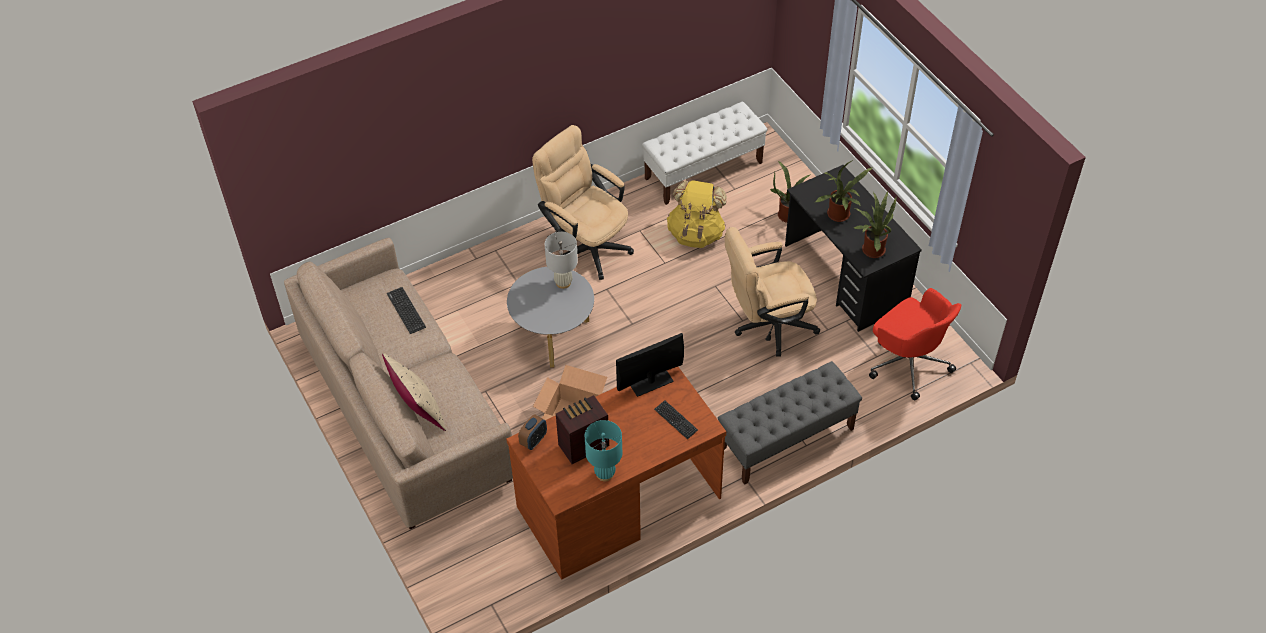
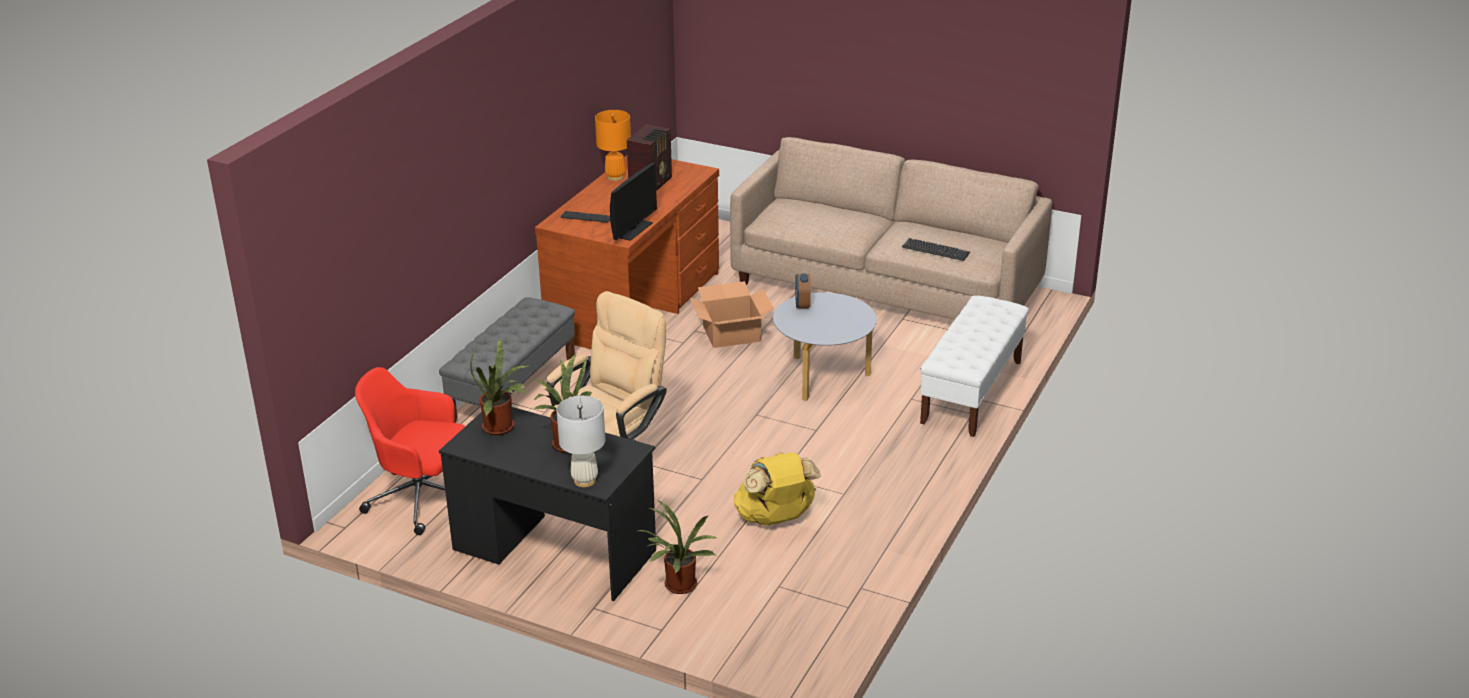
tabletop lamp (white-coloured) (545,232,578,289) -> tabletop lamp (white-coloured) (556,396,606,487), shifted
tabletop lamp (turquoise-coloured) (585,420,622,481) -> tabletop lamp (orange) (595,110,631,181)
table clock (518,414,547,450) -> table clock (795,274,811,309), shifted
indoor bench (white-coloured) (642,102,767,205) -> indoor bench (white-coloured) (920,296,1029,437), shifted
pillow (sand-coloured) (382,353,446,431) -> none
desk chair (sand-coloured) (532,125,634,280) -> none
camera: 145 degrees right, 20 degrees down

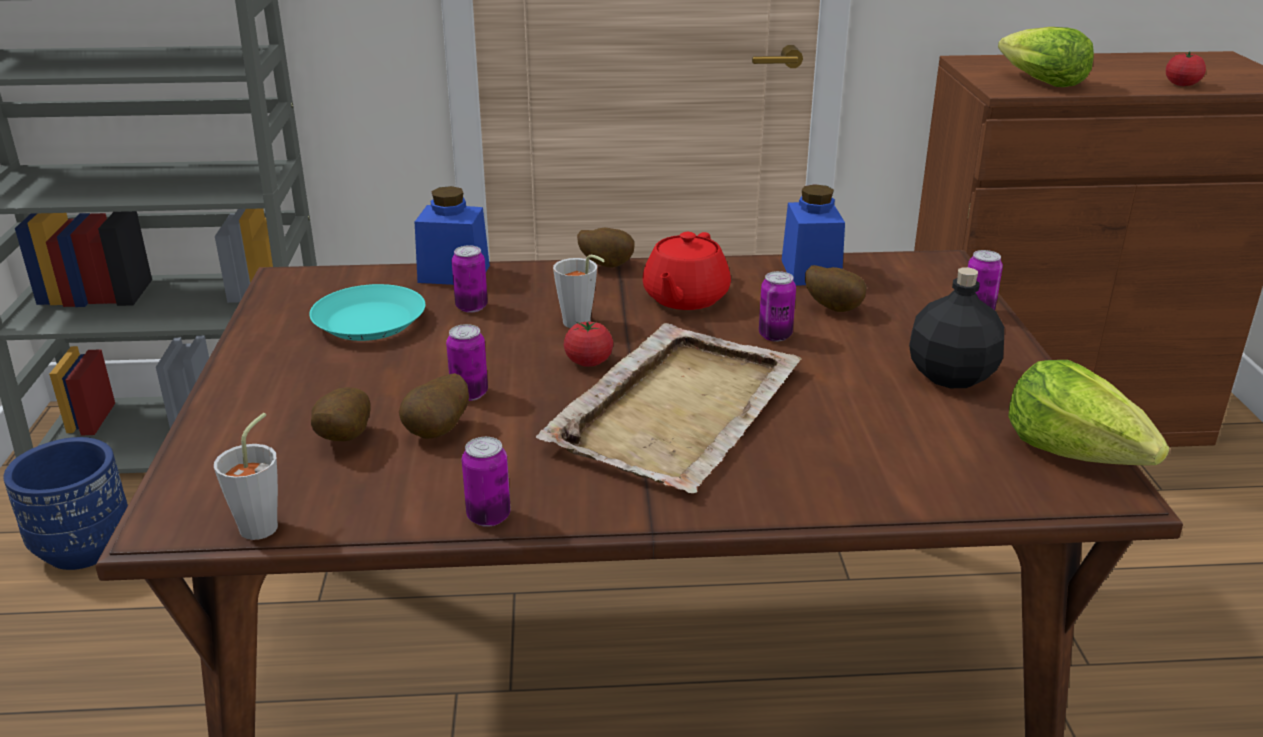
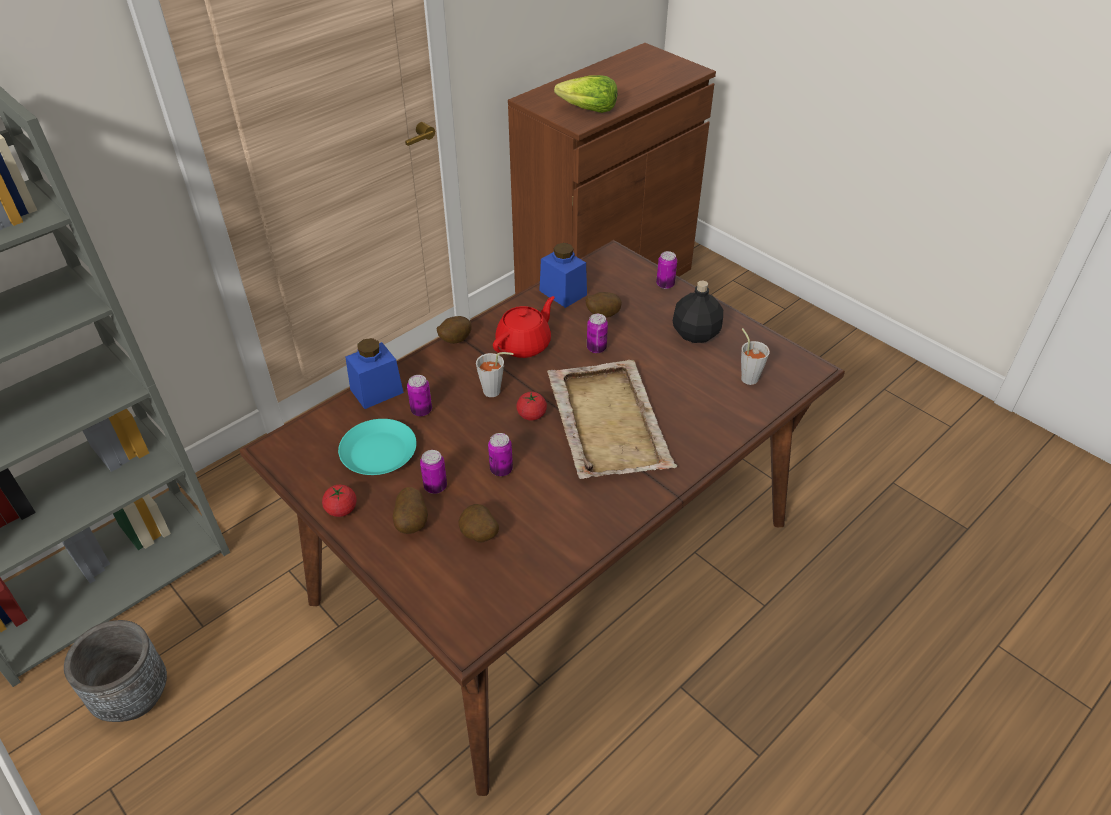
flower pot (blue) (3,437,128,570) -> flower pot (gray) (64,620,167,722)
fresh tomato (1166,51,1206,86) -> fresh tomato (322,485,357,517), shifted
spud (399,373,469,439) -> spud (393,487,428,534), shifted
can (462,437,511,527) -> can (420,450,447,494), shifted
pot for tea (red-coloured) (643,232,731,310) -> pot for tea (red-coloured) (493,296,555,358), 120 degrees counterclockwise
cup (gray) (214,413,278,540) -> cup (gray) (741,328,770,385), shifted
head of lettuce (1008,360,1169,465) -> none
camera: 40 degrees left, 15 degrees up

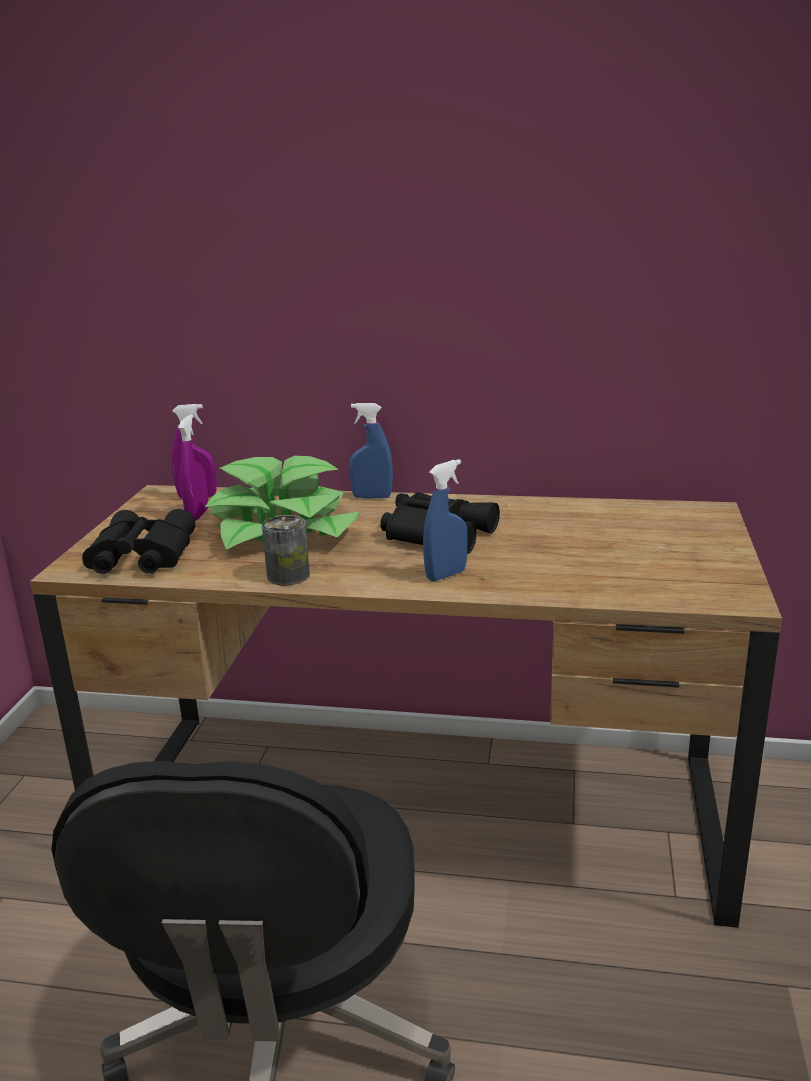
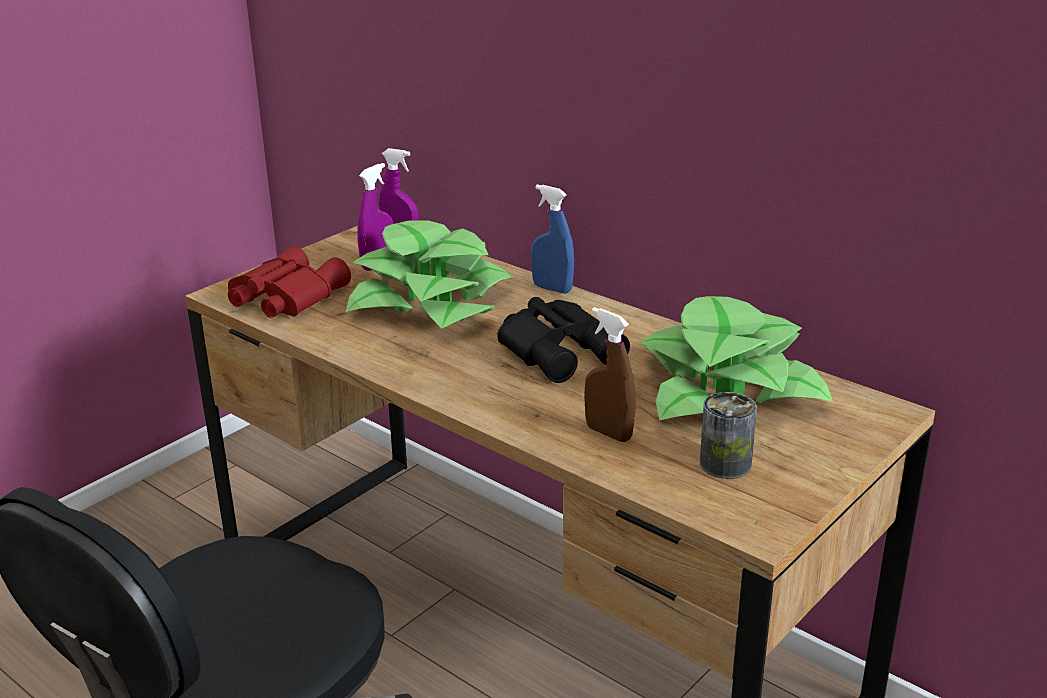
pair of binoculars (black) (82,509,195,574) -> pair of binoculars (red-coloured) (228,246,351,318)
none -> hand sprayer (brownish) (584,307,636,442)
none -> houseplant (638,296,833,421)
can (262,515,310,585) -> can (700,392,757,479), shifted
hand sprayer (blue) (423,459,468,581) -> none
camera: 30 degrees right, 5 degrees up

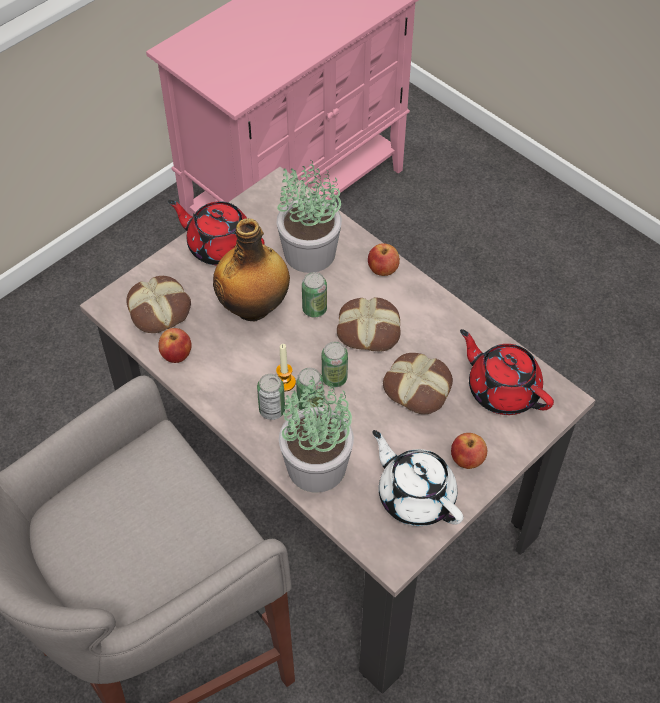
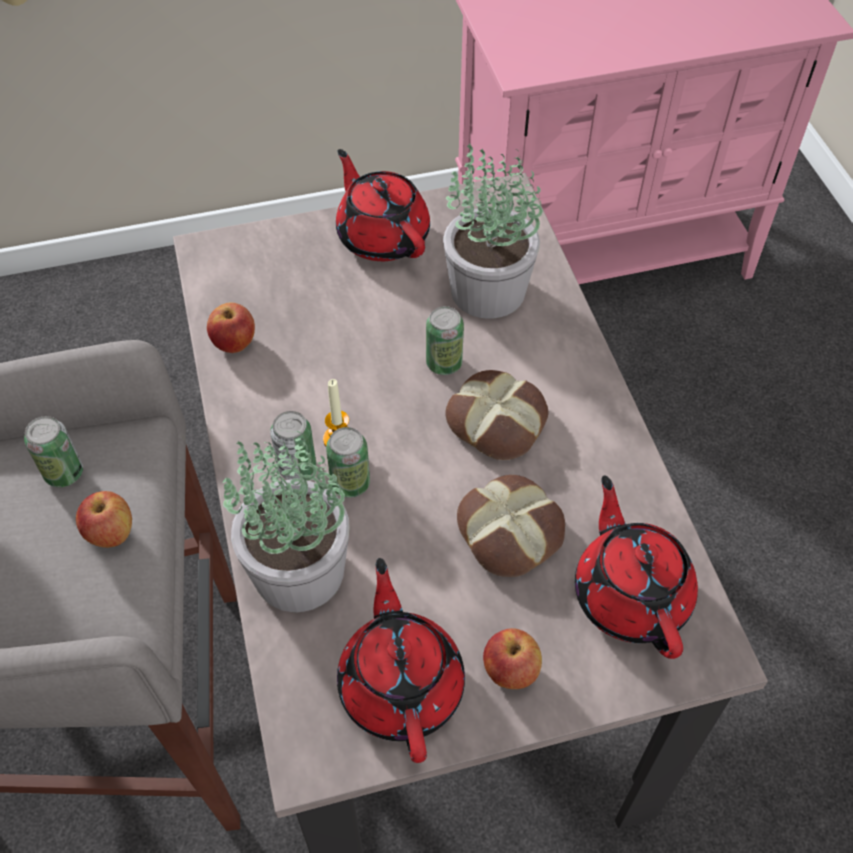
can (322,342,348,388) -> can (24,416,83,487), shifted
whole apple (368,243,400,276) -> whole apple (76,491,132,548), shifted
pot for tea (white-coloured) (372,430,464,526) -> pot for tea (red-coloured) (337,558,465,763)
bread (127,276,191,333) -> none
beverage bottle (213,218,290,321) -> none
camera: 30 degrees right, 0 degrees up

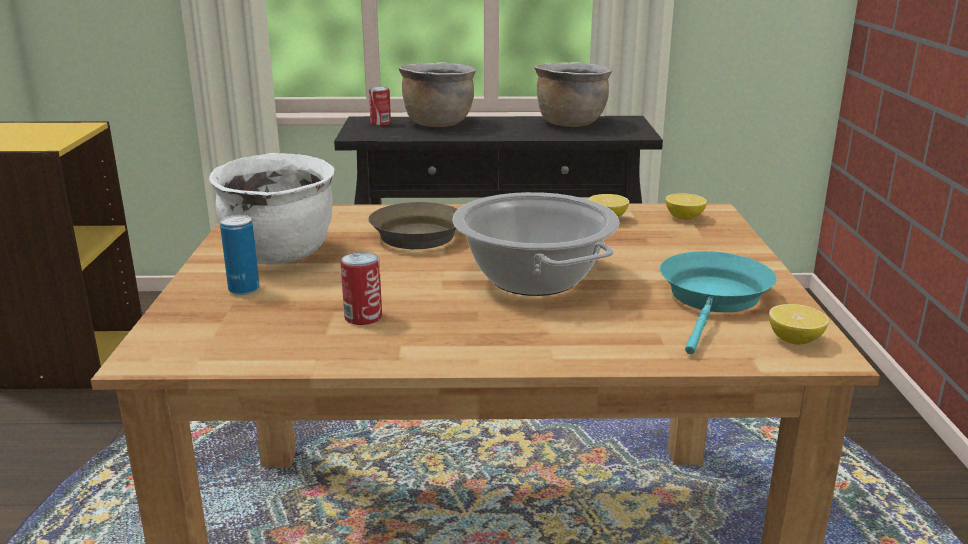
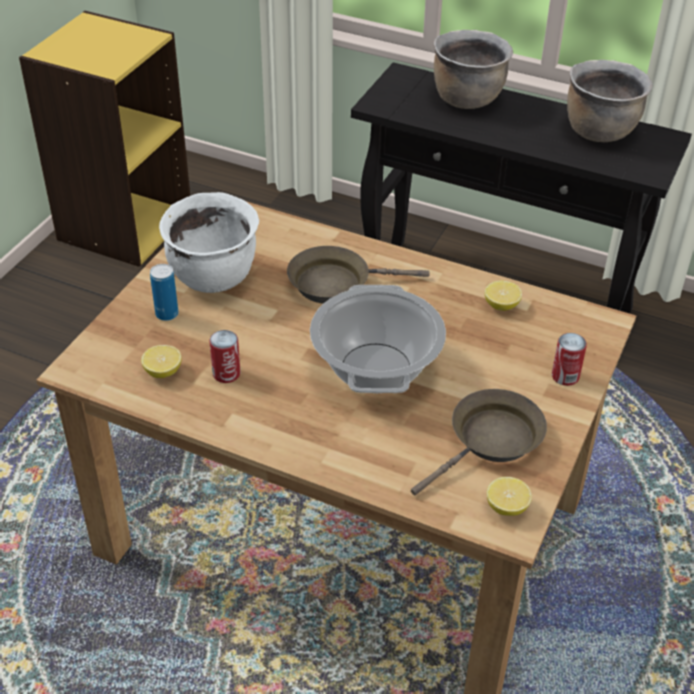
citrus fruit (666,193,707,220) -> citrus fruit (141,345,182,378), shifted
pan (turquoise-coloured) (660,251,777,354) -> pan (brownish) (411,389,547,495)
can (369,87,391,125) -> can (552,333,587,386), shifted
camera: 25 degrees right, 20 degrees up

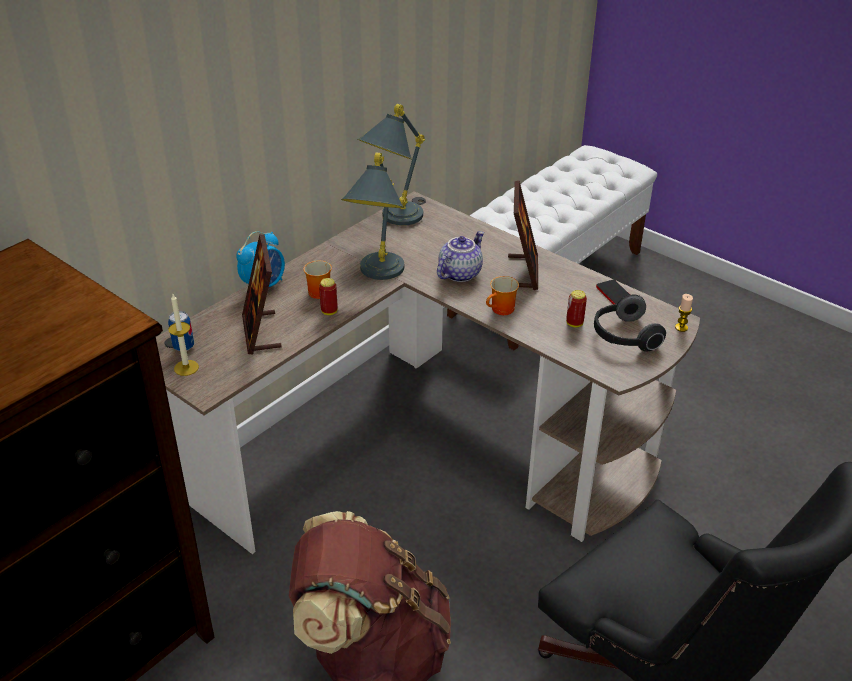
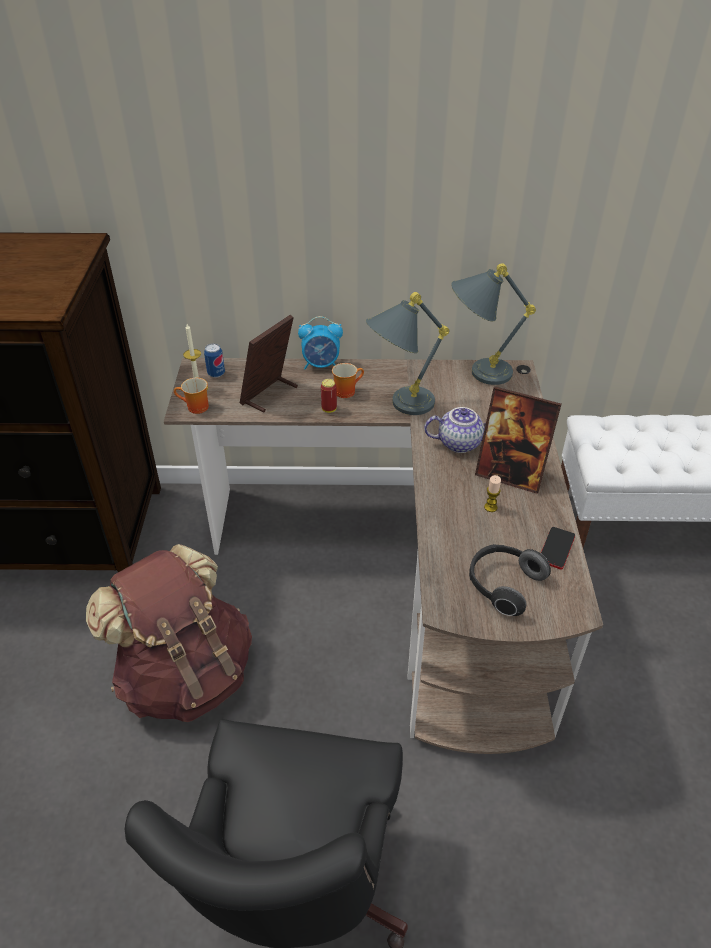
coffee mug (486,276,519,315) -> coffee mug (174,378,209,414), shifted
picture frame (508,181,538,290) -> picture frame (475,386,561,494), 60 degrees clockwise
wax light (675,294,693,332) -> wax light (484,475,501,512), shifted
can (566,290,587,328) -> none
camera: 50 degrees right, 5 degrees up

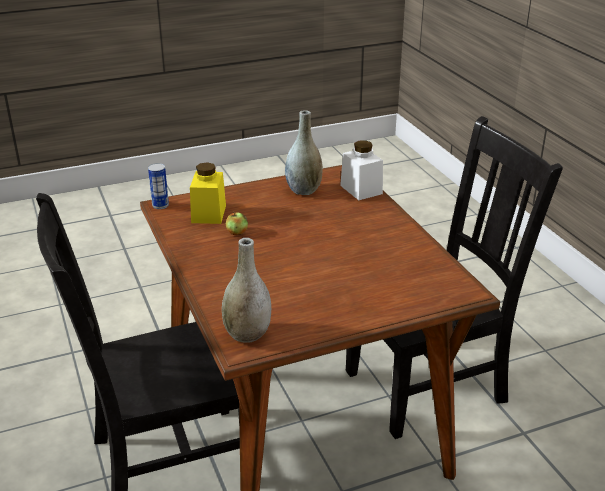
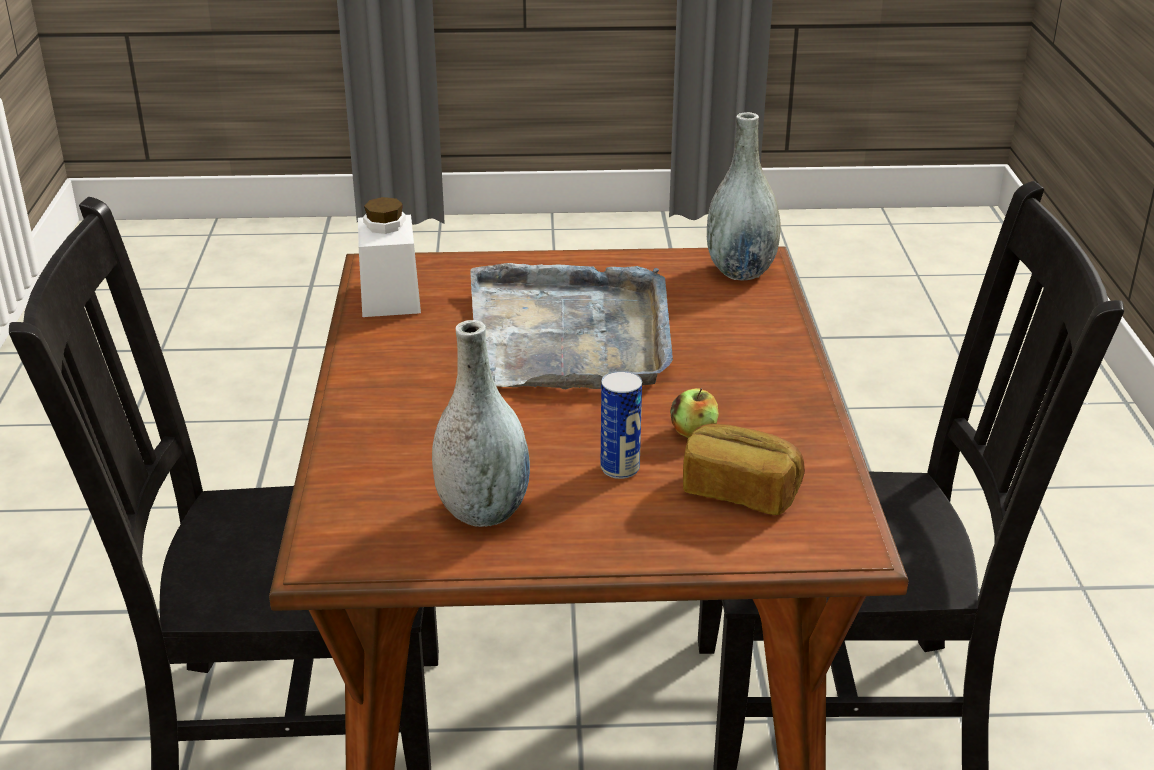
jar (white-coloured) (340,140,383,200) -> jar (white-coloured) (358,197,421,317), shifted
none -> carrying tray (gray) (470,263,673,389)
can (148,163,169,209) -> can (600,371,642,479), shifted
jar (yellowish) (190,162,226,224) -> bread (683,424,805,515)
camera: 160 degrees left, 0 degrees up

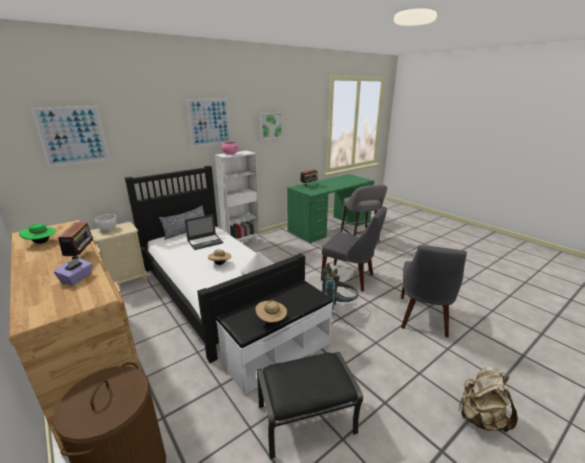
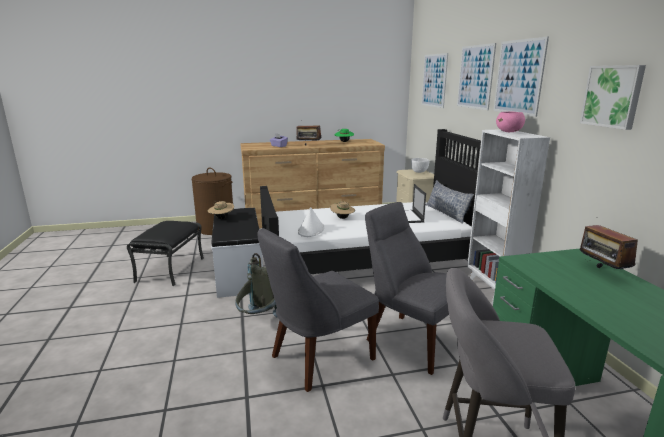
upright chair (gray) (401,245,467,337) -> upright chair (gray) (365,202,449,375), shifted
none -> picture (457,43,496,110)
rucksack (sand-coloured) (458,366,518,432) -> none
camera: 115 degrees right, 5 degrees down

